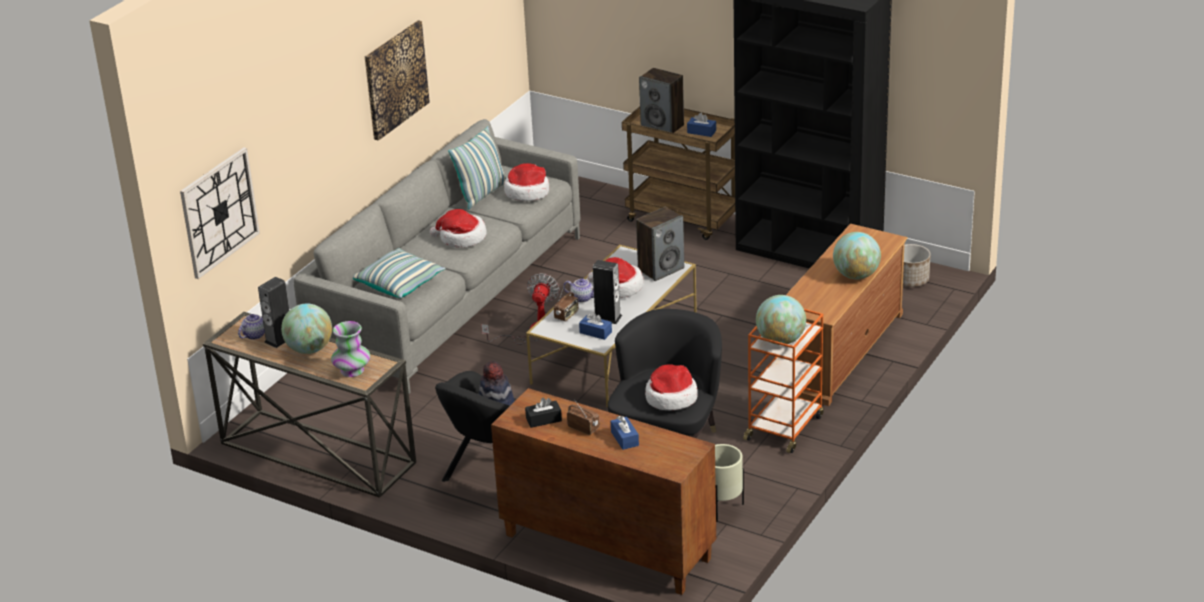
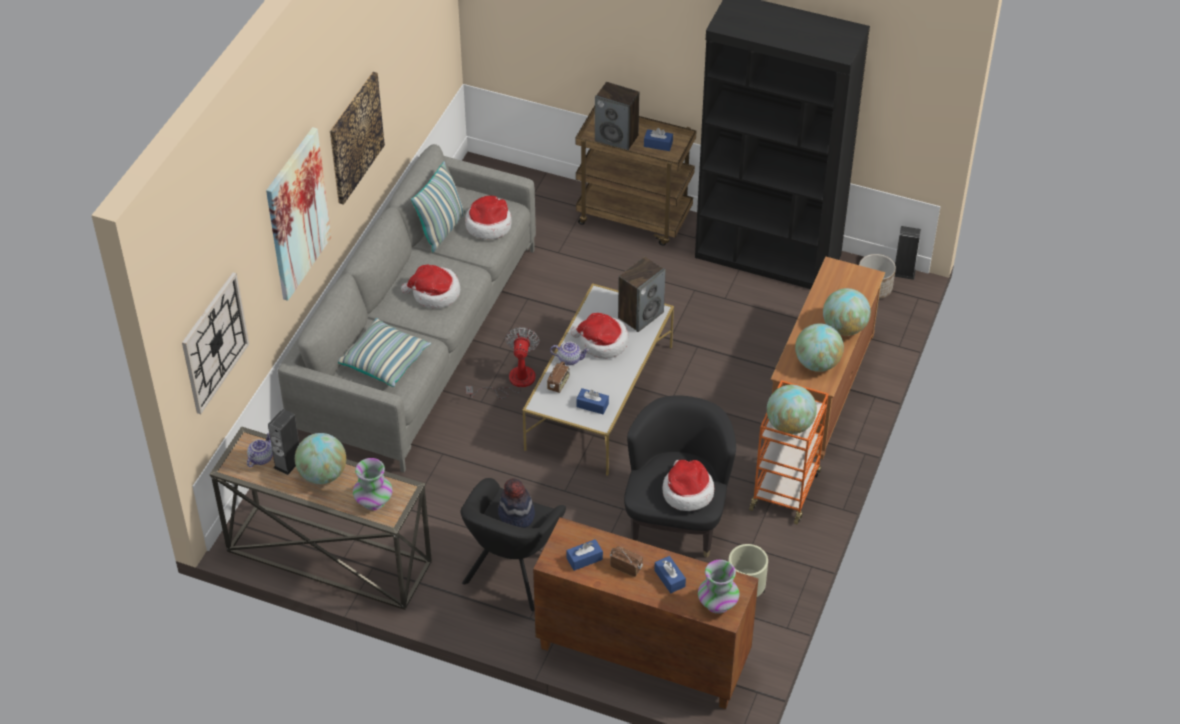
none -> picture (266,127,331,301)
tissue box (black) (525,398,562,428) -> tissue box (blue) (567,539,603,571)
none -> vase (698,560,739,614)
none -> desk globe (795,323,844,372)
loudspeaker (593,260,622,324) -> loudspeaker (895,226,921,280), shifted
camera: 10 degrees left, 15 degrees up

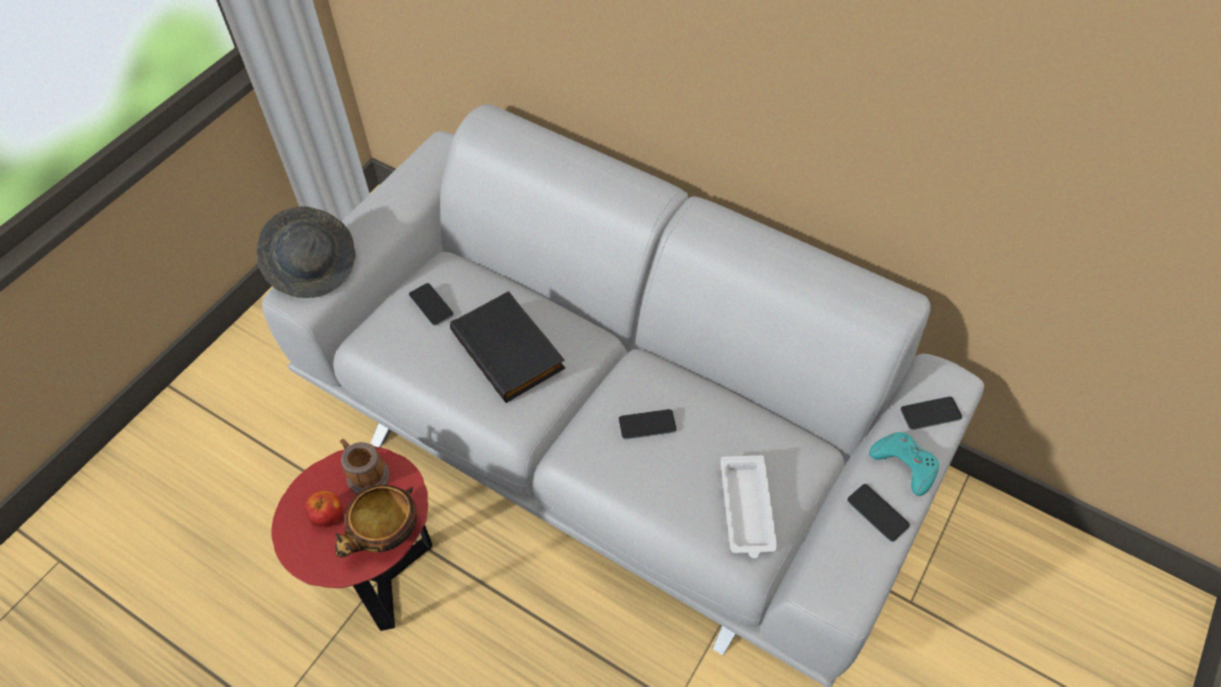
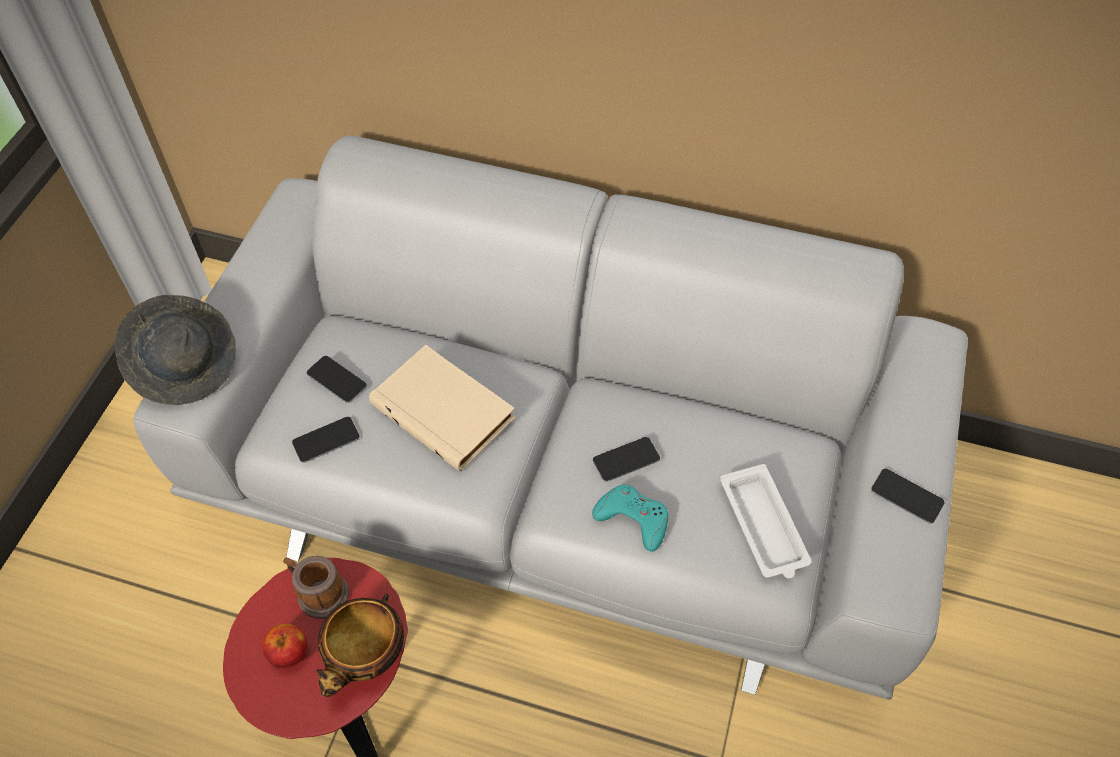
phone (900,397,962,430) -> phone (292,417,360,463), shifted
book (black) (450,291,565,403) -> book (sand-coloured) (369,345,515,472)
game controller (turquoise-coloured) (869,432,939,496) -> game controller (turquoise-coloured) (592,485,668,552), shifted
camera: 15 degrees left, 0 degrees up

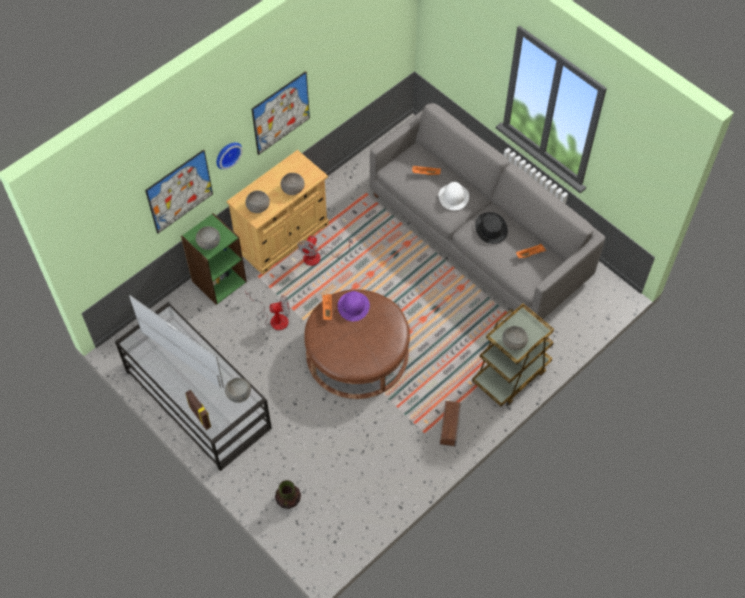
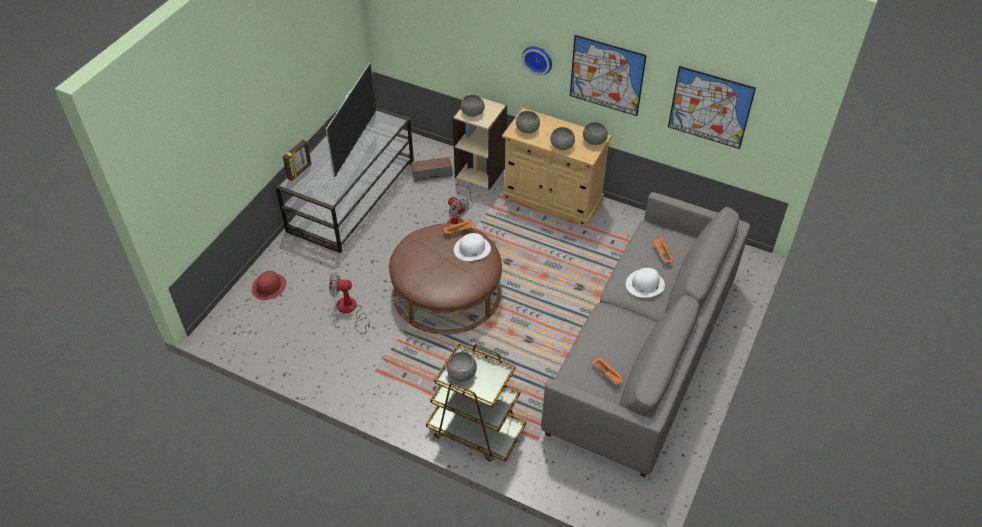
vase (275,480,301,509) -> clothing hat (red-coloured) (252,271,287,300)
cooling fan (297,235,353,266) -> cooling fan (329,272,370,334), shifted
loudspeaker (440,401,461,447) -> loudspeaker (412,157,453,182), shifted
bookcase (green-coloured) (181,213,247,305) -> bookcase (sand-coloured) (453,94,507,190)
clothing hat (purple) (338,291,370,321) -> clothing hat (white-coloured) (454,233,491,261)
deep dish (gray) (225,378,251,403) -> deep dish (gray) (583,122,608,145), shifted
picture (145,149,213,234) -> picture (668,66,756,149), shifted
clothing hat (black) (475,212,508,244) -> none
camera: 70 degrees right, 10 degrees down

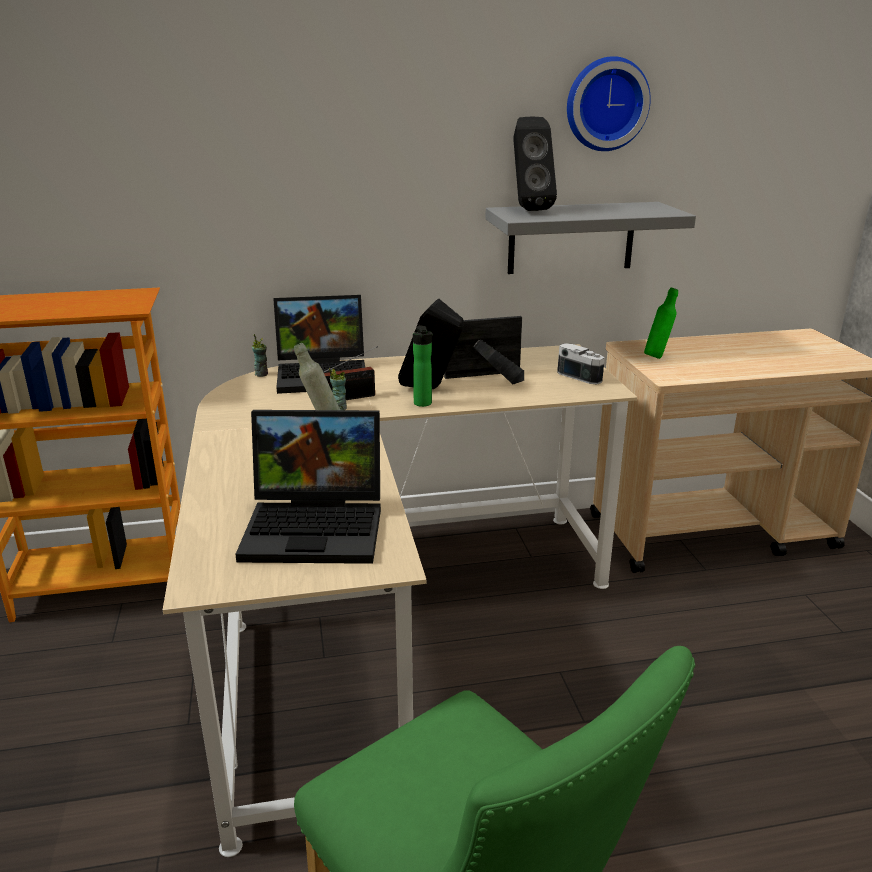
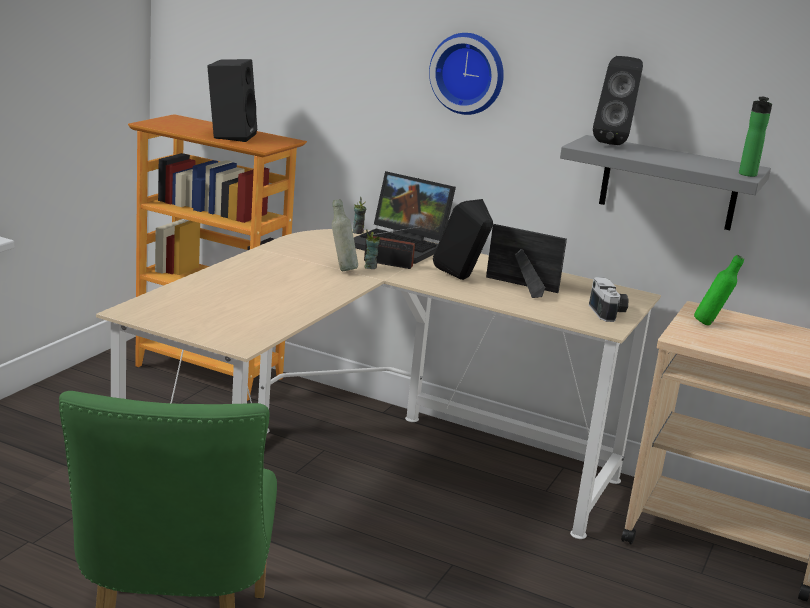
none -> loudspeaker (black) (207,59,257,142)
clock on the wall (567,56,651,151) -> clock on the wall (429,33,504,115), shifted
beverage bottle (413,325,433,407) -> beverage bottle (739,97,772,177), shifted
notebook computer (235,410,381,564) -> none
camera: 35 degrees right, 5 degrees down

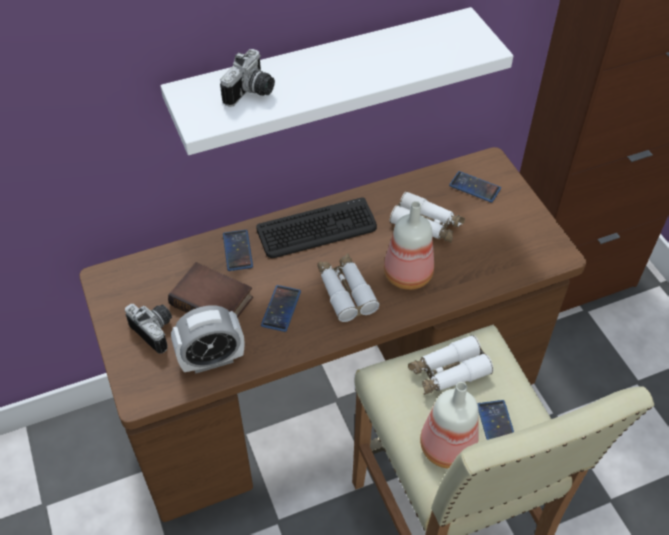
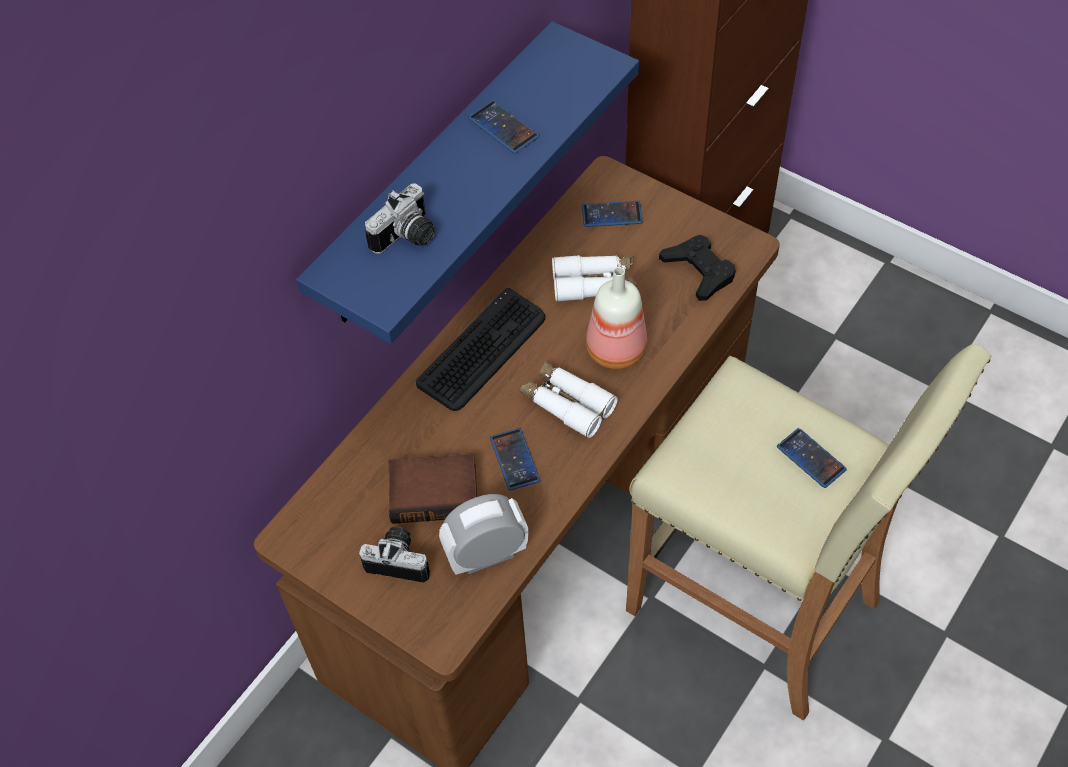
wall shelf (white-coloured) (160,7,513,155) -> wall shelf (blue) (296,21,639,344)
still camera (220,49,275,107) -> still camera (365,183,435,254), 45 degrees clockwise
table clock (171,305,244,374) -> table clock (439,494,529,575), 150 degrees counterclockwise
phone (223,230,253,271) -> phone (468,100,540,154), shifted
none -> game controller (black) (659,235,736,301)
pair of binoculars (white-coloured) (408,335,493,395) -> none
beverage bottle (420,382,479,469) -> none
camera: 30 degrees left, 5 degrees up

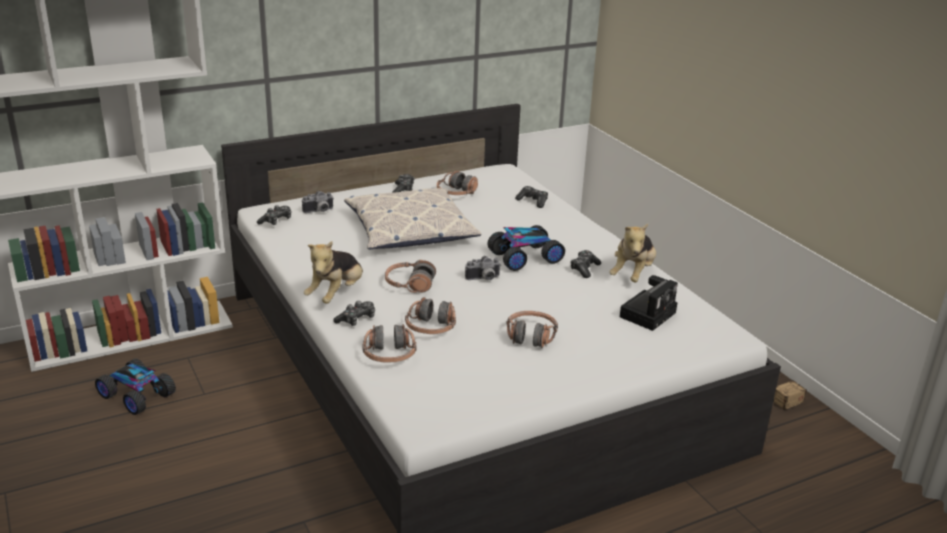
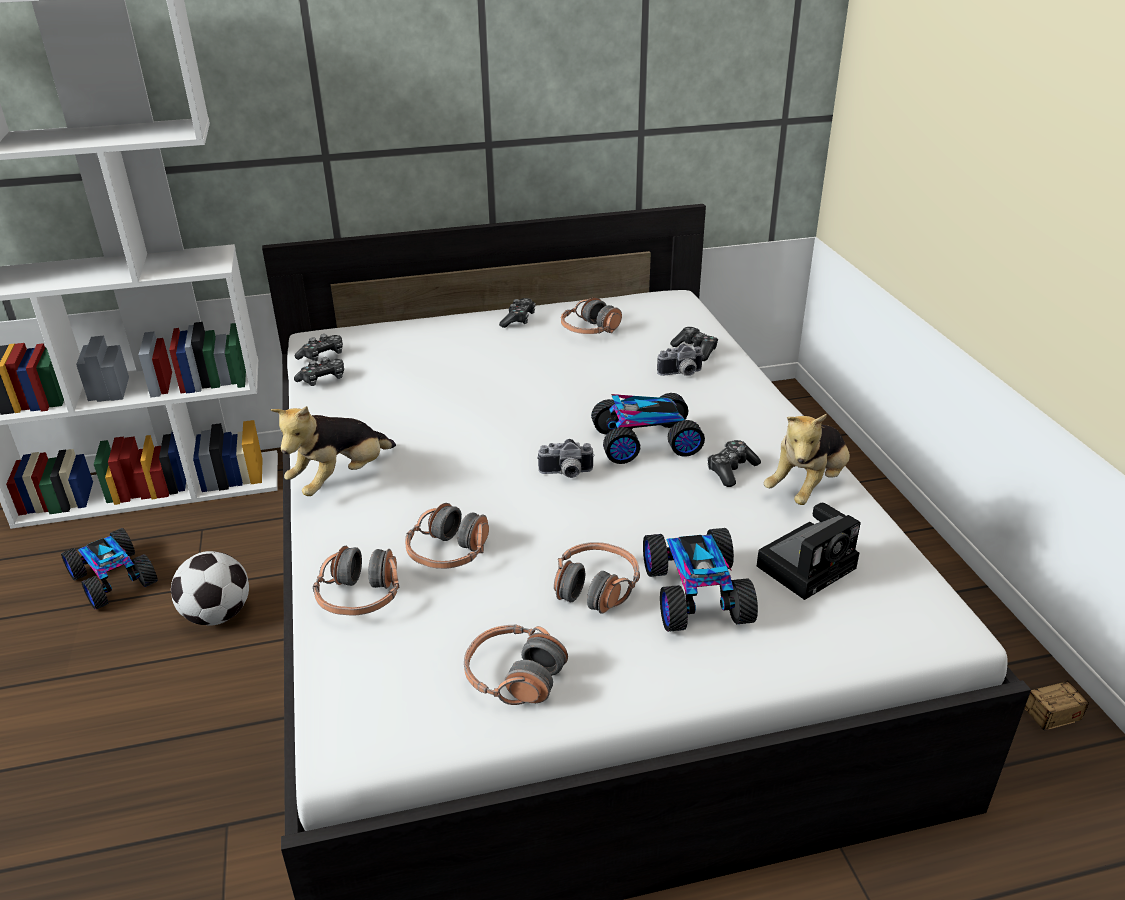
none -> ball for football (171,551,249,625)
game controller (334,301,375,326) -> game controller (294,357,344,386), shifted
pair of headphones (385,260,436,293) -> pair of headphones (464,624,568,705), shifted
none -> toy car (643,528,758,632)
still camera (302,191,333,213) -> still camera (657,344,704,376), shifted
pillow (344,188,481,249) -> none
camera: 15 degrees right, 5 degrees up

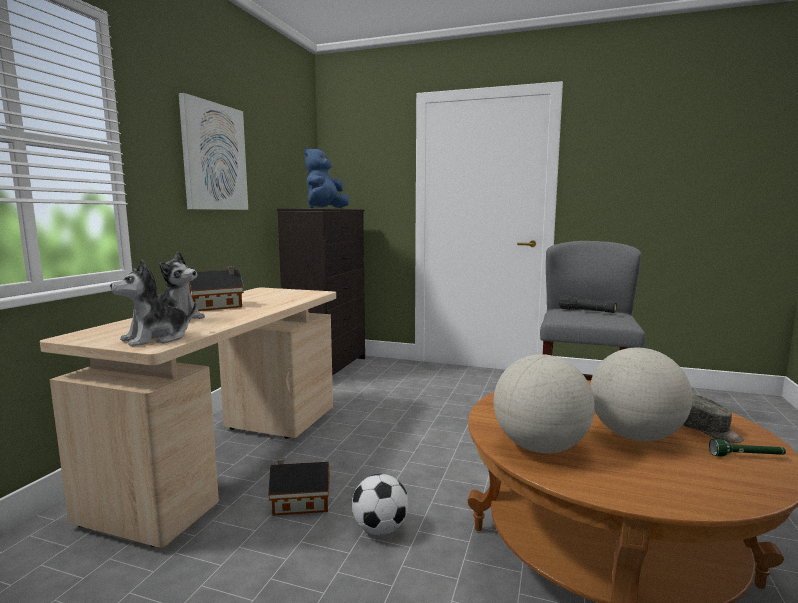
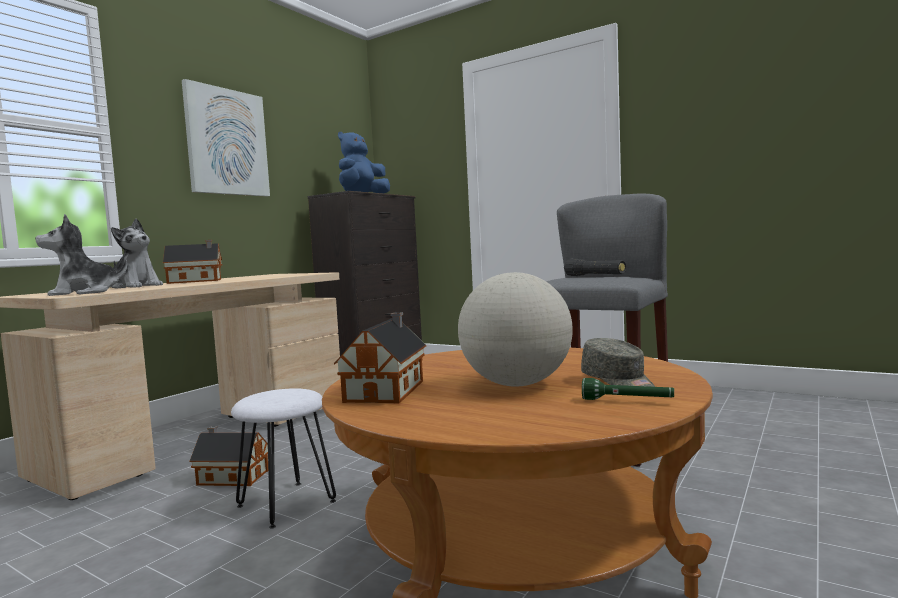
ball for football (352,474,409,535) -> sitting stool (white-coloured) (231,388,336,529)
desk globe (494,354,595,453) -> model house (334,312,426,404)
camera: 15 degrees right, 5 degrees down

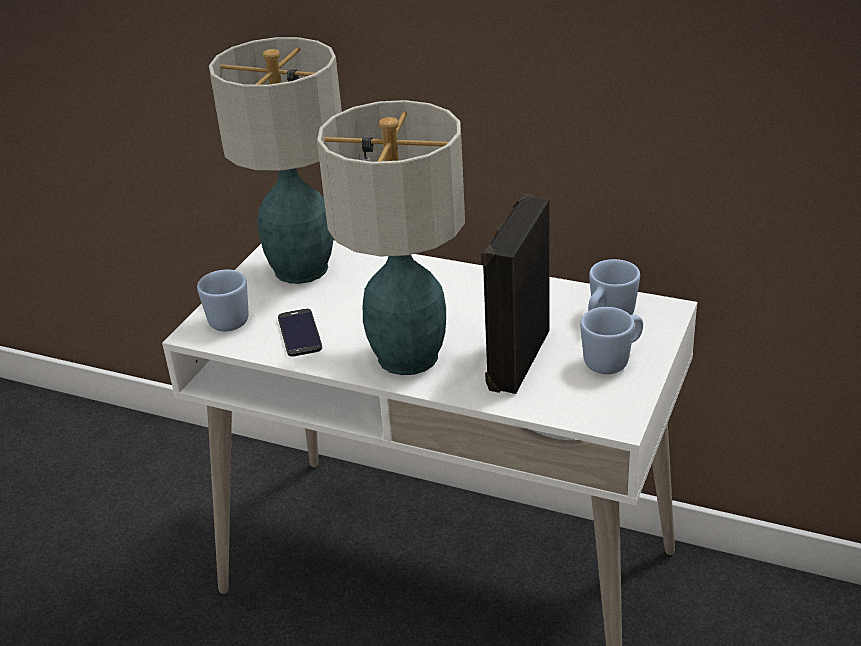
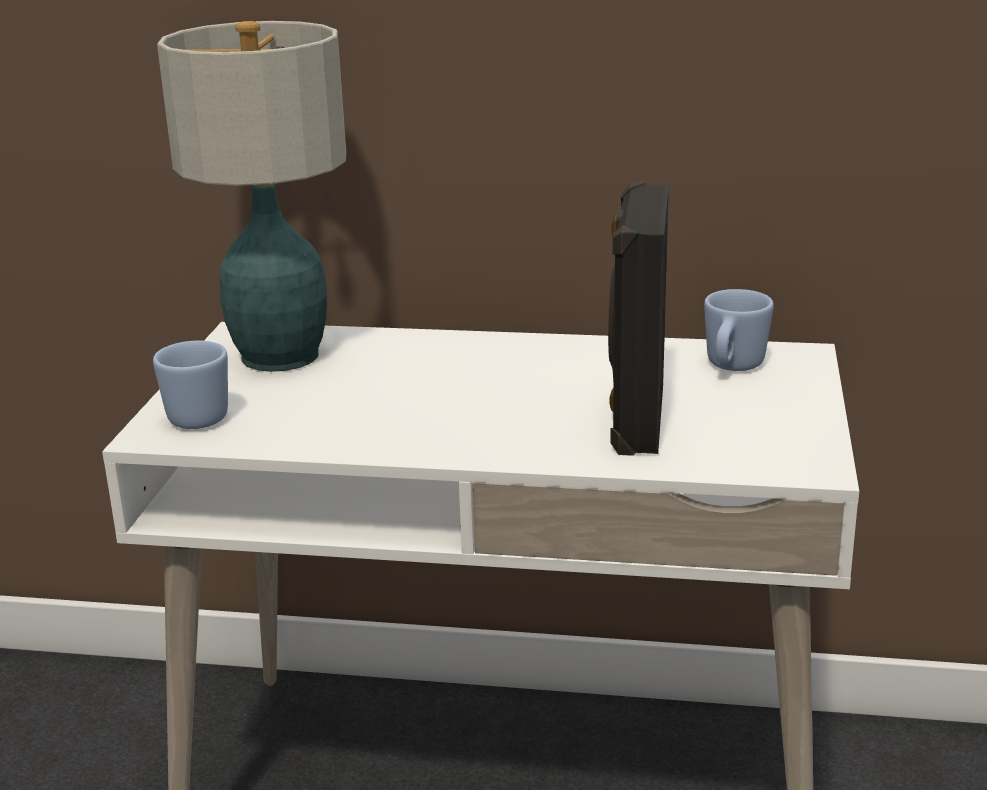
phone (278,309,322,356) -> none
tabletop lamp (317,100,465,375) -> none
coffee mug (blue) (580,307,643,374) -> none
camera: 15 degrees left, 10 degrees down

